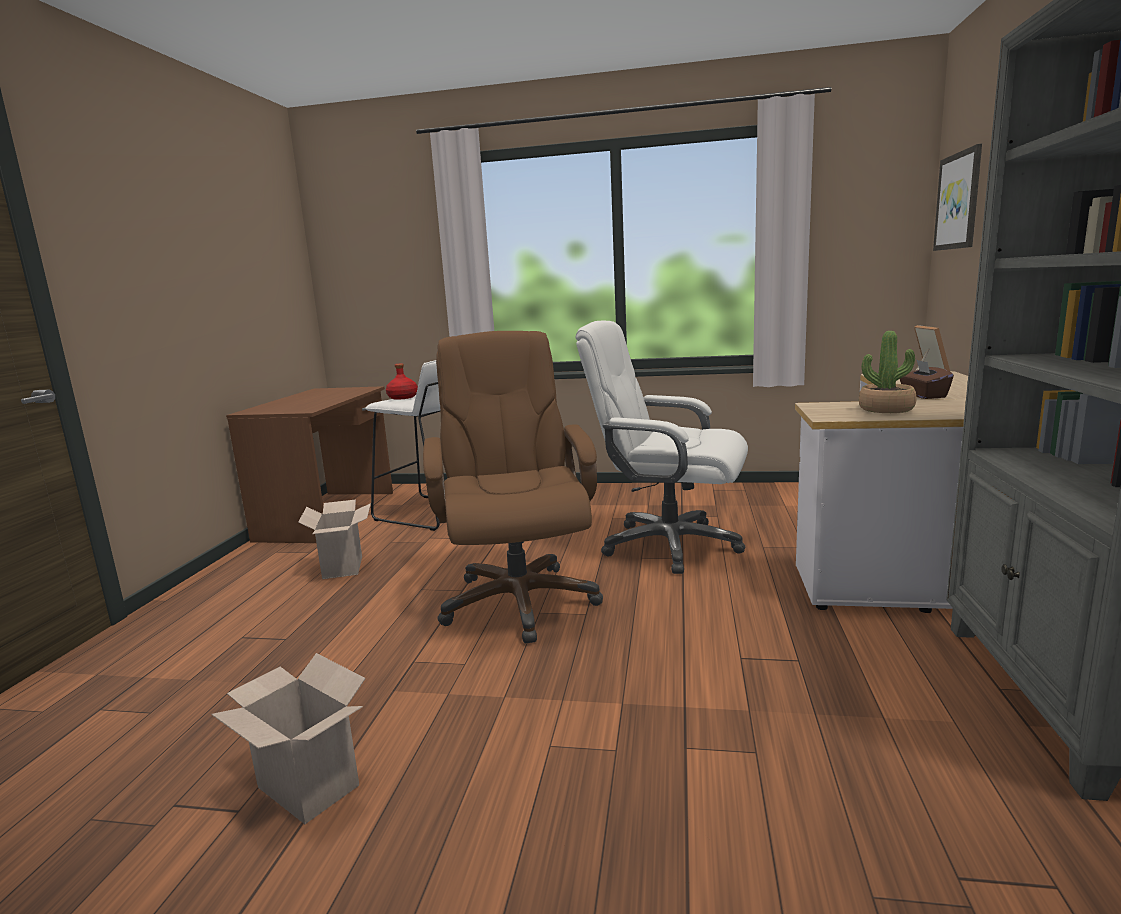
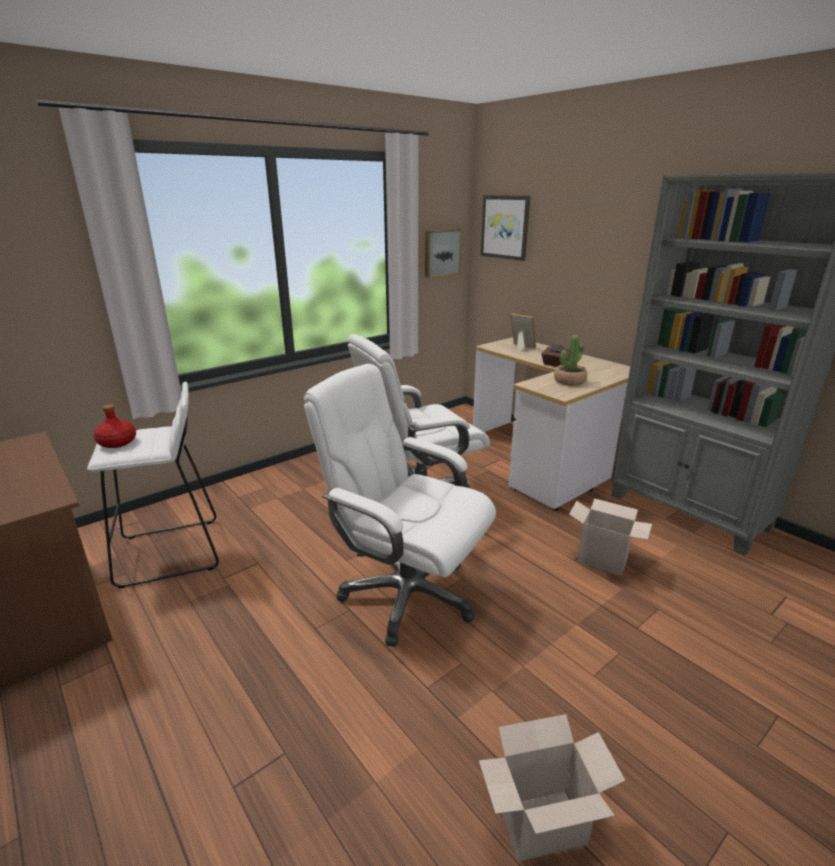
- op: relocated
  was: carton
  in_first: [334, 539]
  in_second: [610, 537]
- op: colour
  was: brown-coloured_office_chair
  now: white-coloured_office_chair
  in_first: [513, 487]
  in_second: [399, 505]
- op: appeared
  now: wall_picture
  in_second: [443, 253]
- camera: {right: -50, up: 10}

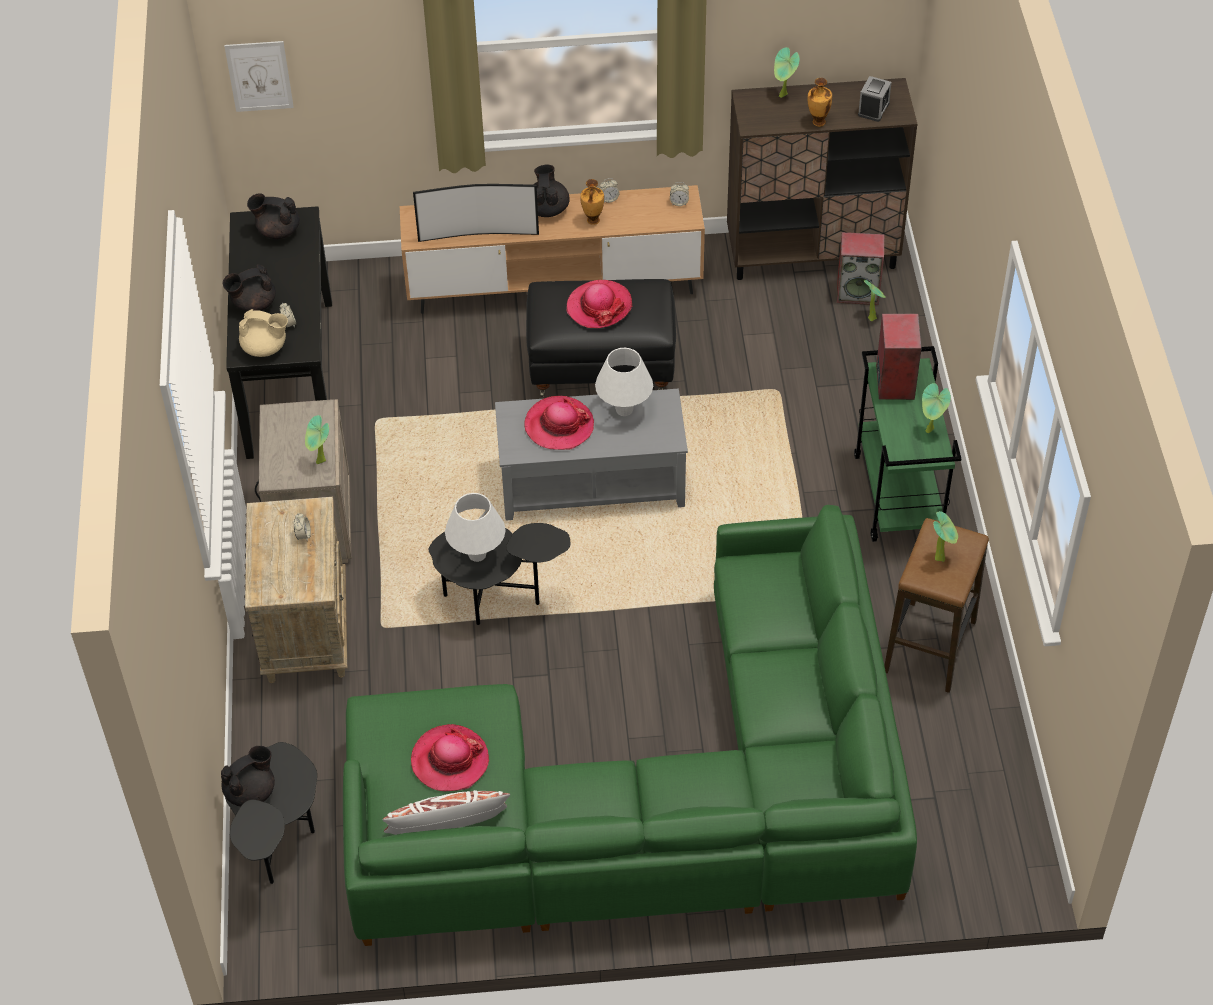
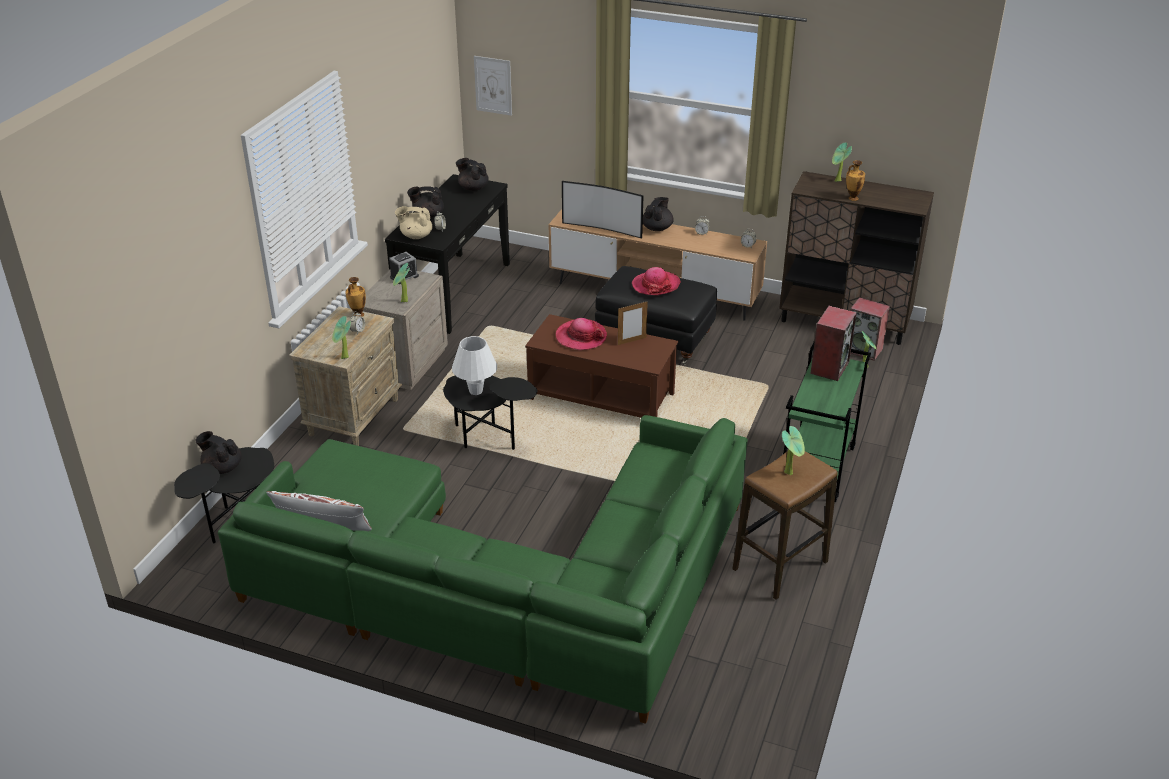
- op: spun
  was: black_teapot
  in_first: [248, 776]
  in_second: [218, 452]
  clockwise: -135
- op: spun
  was: beige_teapot
  in_first: [263, 333]
  in_second: [414, 222]
  clockwise: 150
- op: missing
  was: clothing_hat
  in_first: [450, 757]
- op: colour
  was: greyish_low_table
  now: brown-coloured_low_table
  in_first: [591, 454]
  in_second: [601, 366]
- op: relocated
  was: decorative_vase
  in_first: [592, 202]
  in_second: [355, 297]
- op: exchanged
  was: white-coloured_table_lamp
  now: picture_frame
  in_first: [624, 382]
  in_second: [633, 323]
- op: relocated
  was: bedside_clock
  in_first: [874, 99]
  in_second: [404, 268]
- op: relocated
  was: plant_in_a_pot
  in_first: [936, 408]
  in_second: [341, 337]
- camera: {right: 25, up: -15}

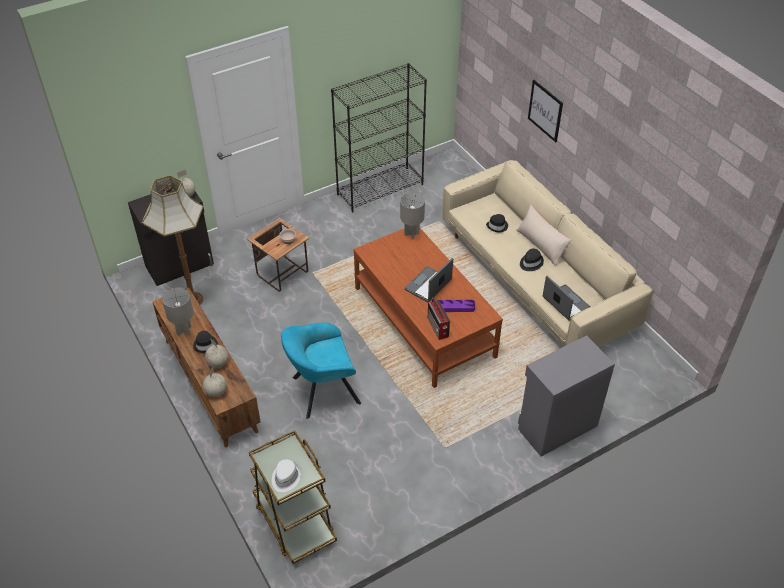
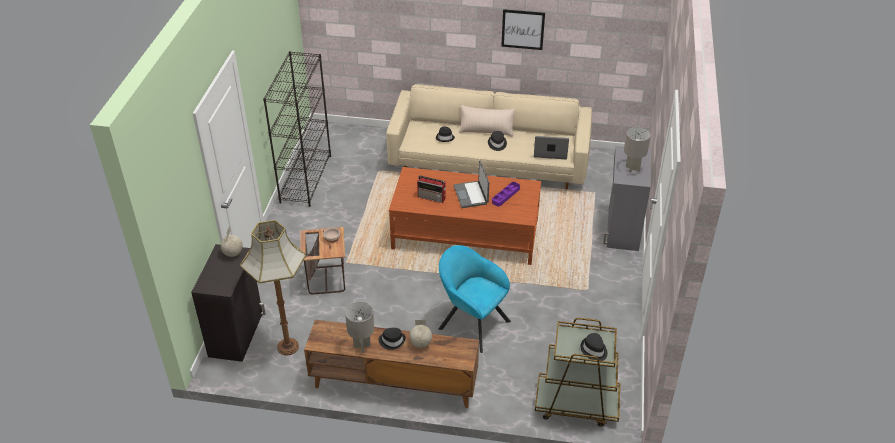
- op: missing
  was: world_globe
  in_first: [215, 381]
- op: colour
  was: white-coloured_clothing_hat
  now: black_clothing_hat
  in_first: [286, 476]
  in_second: [594, 347]
- op: spun
  was: blue-green_lounge_chair
  in_first: [321, 371]
  in_second: [474, 299]
  clockwise: 105
- op: relocated
  was: greyish_table_lamp
  in_first: [412, 216]
  in_second: [637, 150]
- op: relocated
  was: radio_receiver
  in_first: [439, 319]
  in_second: [431, 189]
- op: relocated
  was: wall_picture
  in_first: [545, 111]
  in_second: [523, 29]
- camera: {right: -50, up: -5}

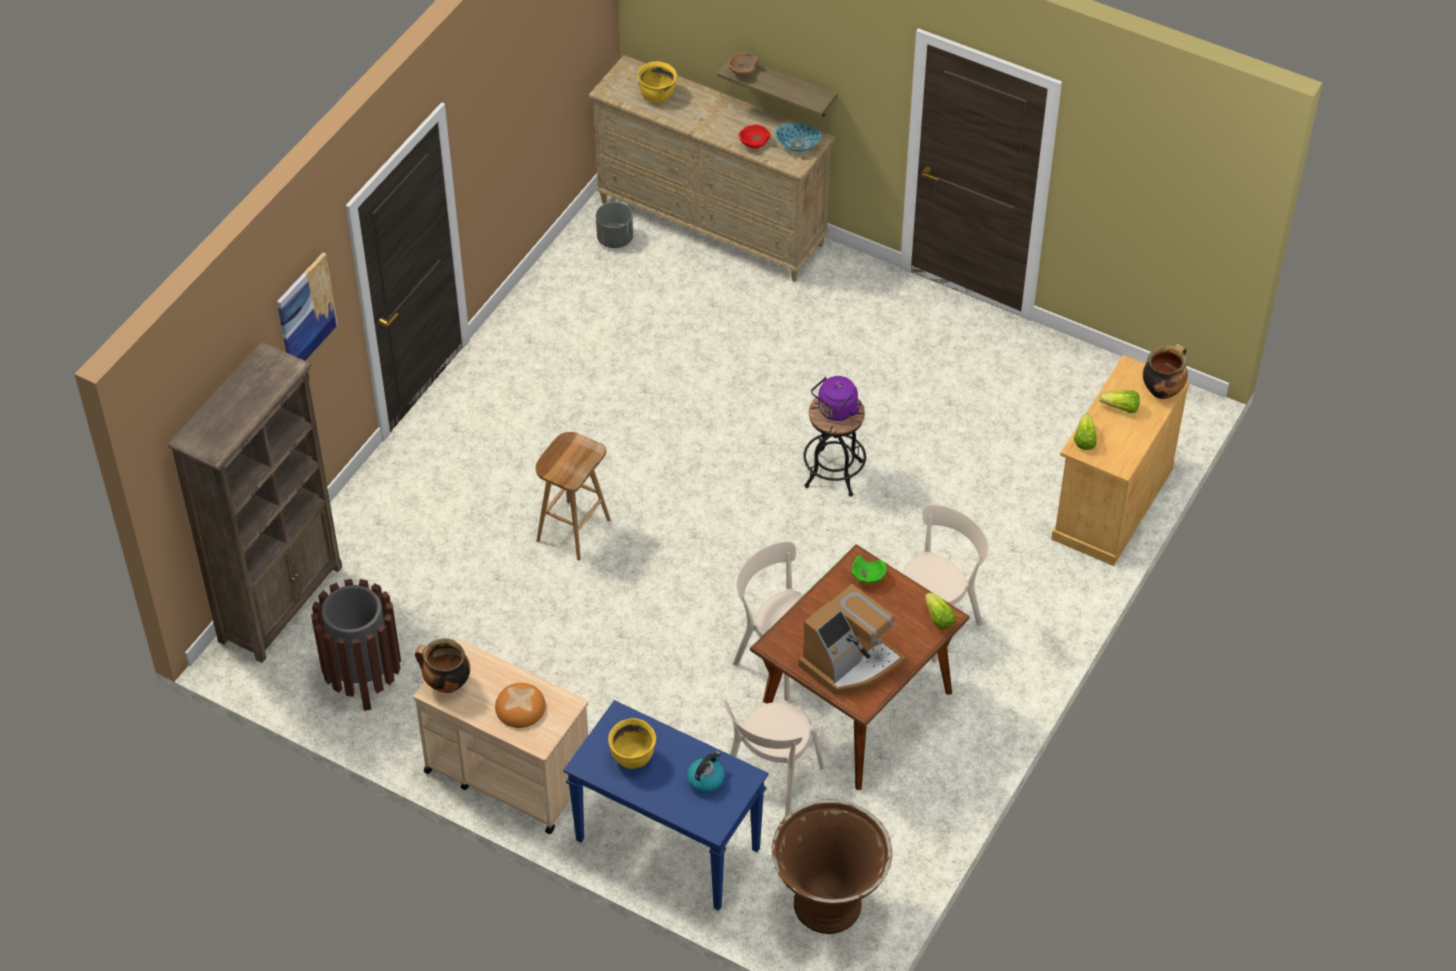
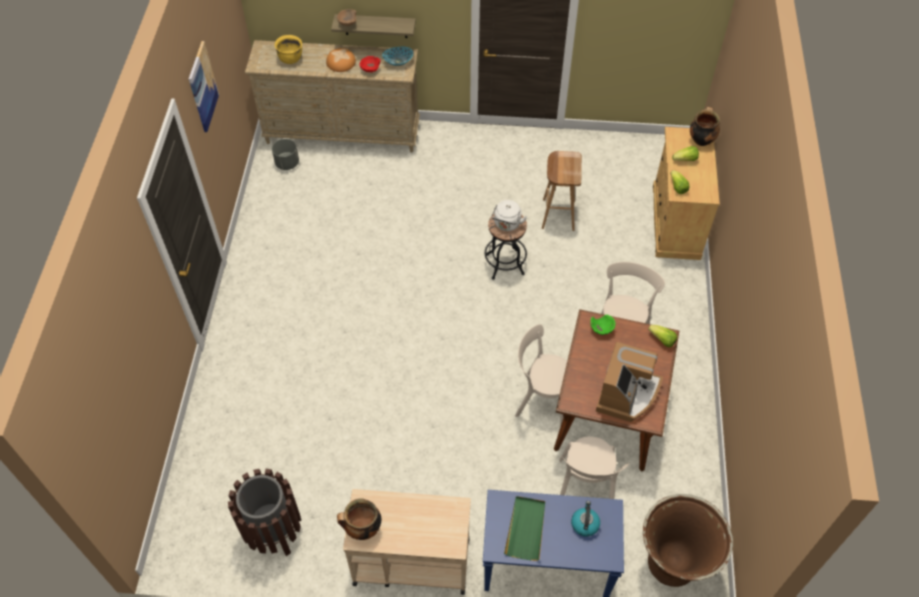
- op: missing
  was: brown-coloured_bookshelf
  in_first: [255, 502]
- op: relocated
  was: wall_picture
  in_first: [307, 306]
  in_second: [204, 86]
- op: relocated
  was: baked_bread
  in_first: [520, 705]
  in_second: [341, 60]
- op: relocated
  was: brown-coloured_sitting_stool
  in_first: [573, 496]
  in_second: [562, 191]
- op: exchanged
  was: yellowish_stockpot
  now: green-coloured_carrying_tray
  in_first: [632, 743]
  in_second: [524, 528]
- op: colour
  was: purple-coloured_kettle
  now: white-coloured_kettle
  in_first: [835, 398]
  in_second: [509, 215]
- camera: {right: -25, up: 5}

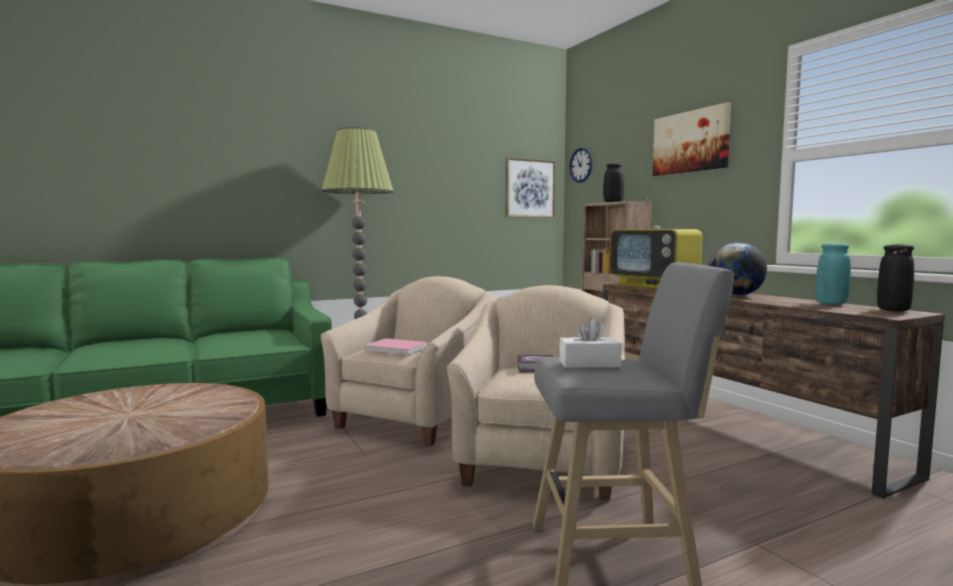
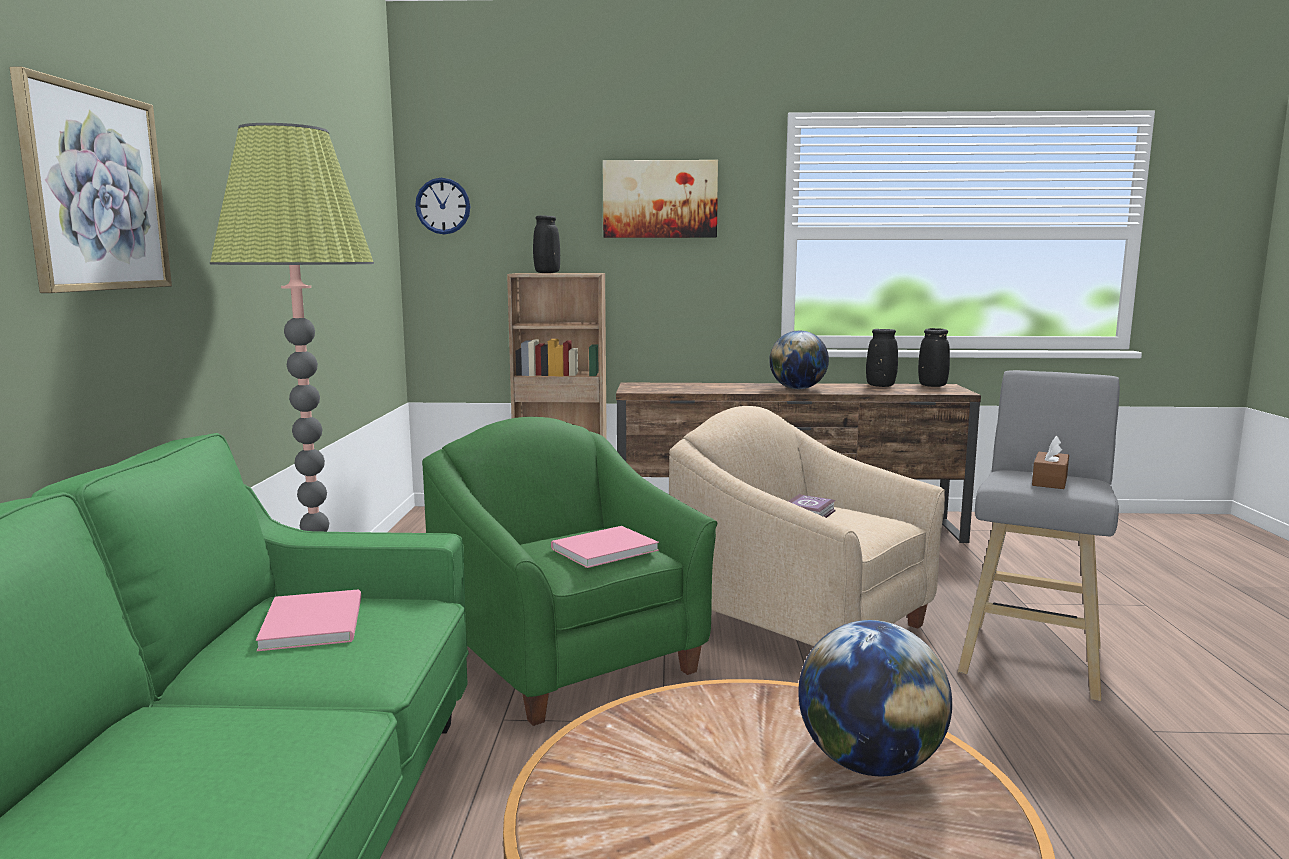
- op: colour
  was: beige_lounge_chair
  now: green-coloured_lounge_chair
  in_first: [408, 361]
  in_second: [569, 571]
- op: relocated
  was: wall_picture
  in_first: [531, 187]
  in_second: [90, 180]
- op: colour
  was: white-coloured_tissue_box
  now: brown-coloured_tissue_box
  in_first: [591, 342]
  in_second: [1050, 462]
- op: missing
  was: TV_set
  in_first: [656, 241]
- op: colour
  was: blue-green_decorative_vase
  now: black_decorative_vase
  in_first: [833, 274]
  in_second: [882, 358]
- op: appeared
  now: pinkish_volume
  in_second: [308, 620]
- op: appeared
  now: world_globe
  in_second: [875, 698]
- camera: {right: -60, up: 5}

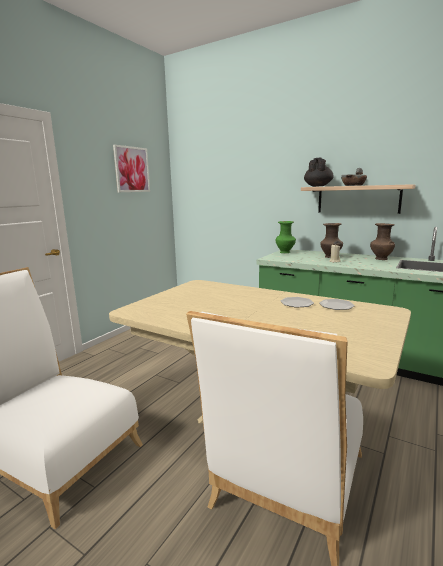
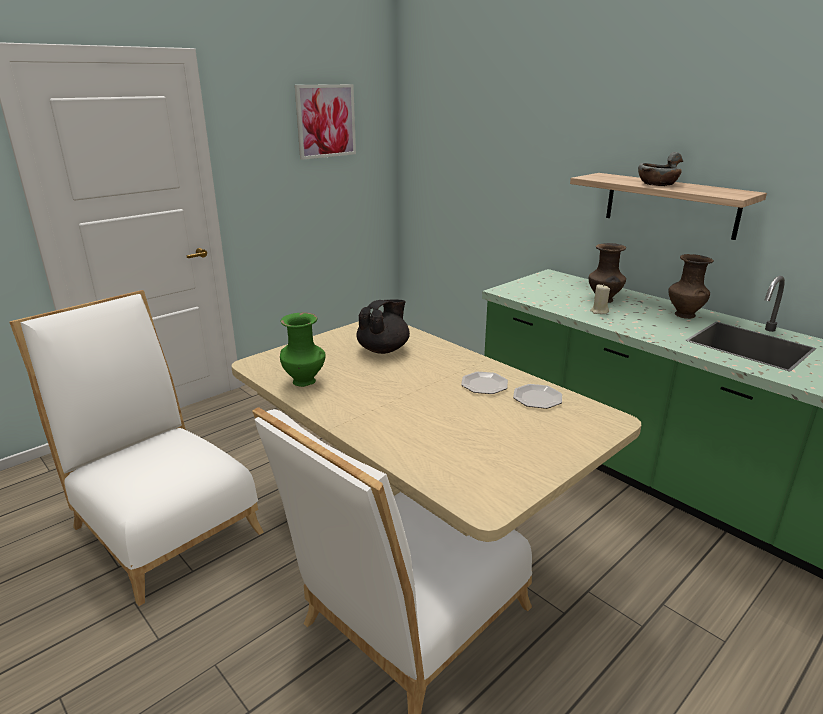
- op: relocated
  was: green-coloured_decorative_vase
  in_first: [286, 237]
  in_second: [303, 349]
- op: relocated
  was: black_teapot
  in_first: [319, 172]
  in_second: [383, 326]
- camera: {right: 15, up: 10}

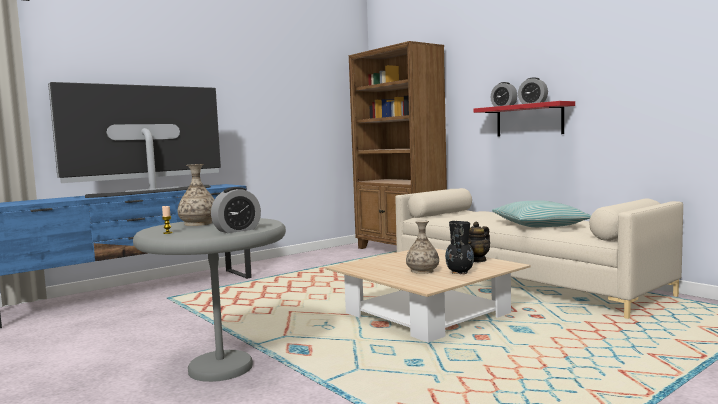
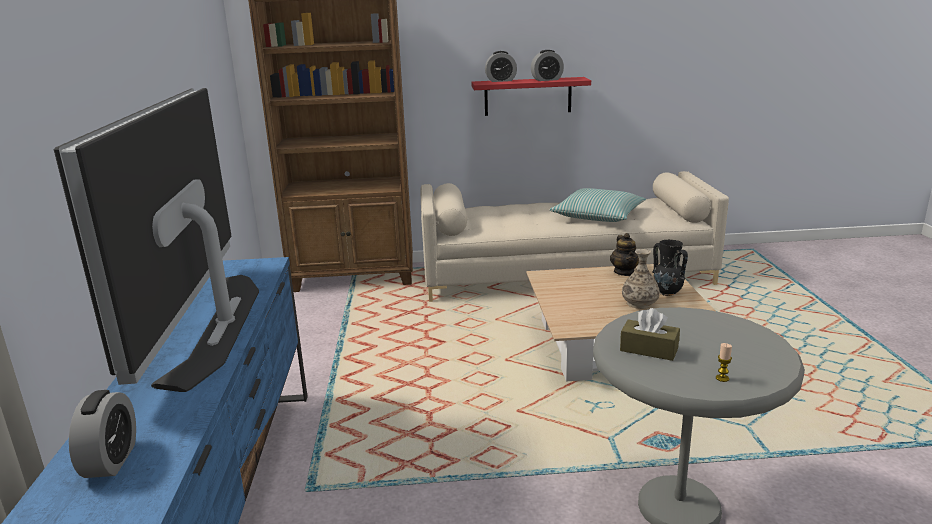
- op: exchanged
  was: decorative_vase
  now: brown-coloured_tissue_box
  in_first: [196, 195]
  in_second: [650, 334]
- op: relocated
  was: bedside_clock
  in_first: [236, 210]
  in_second: [102, 434]
- camera: {right: -55, up: 15}

